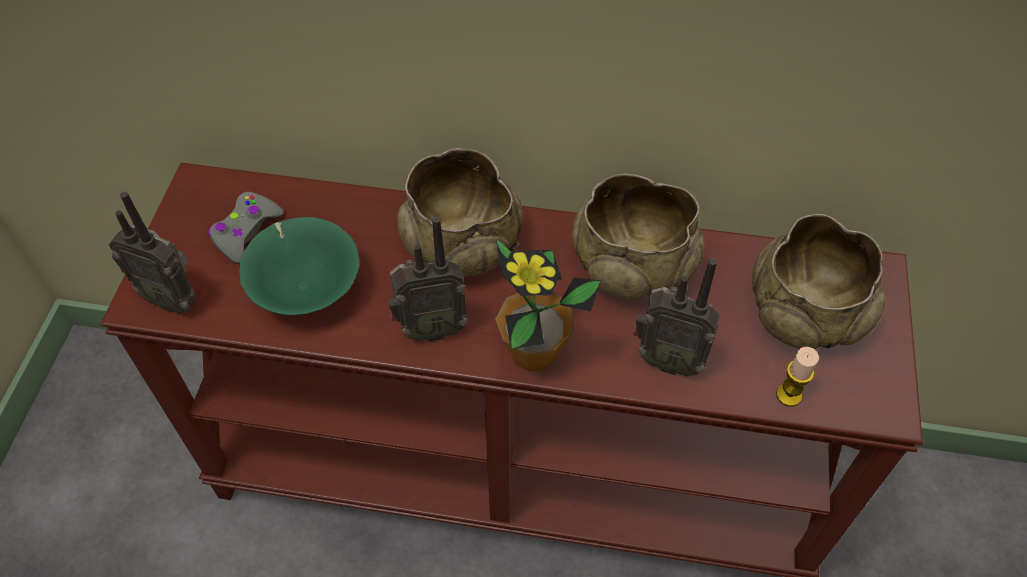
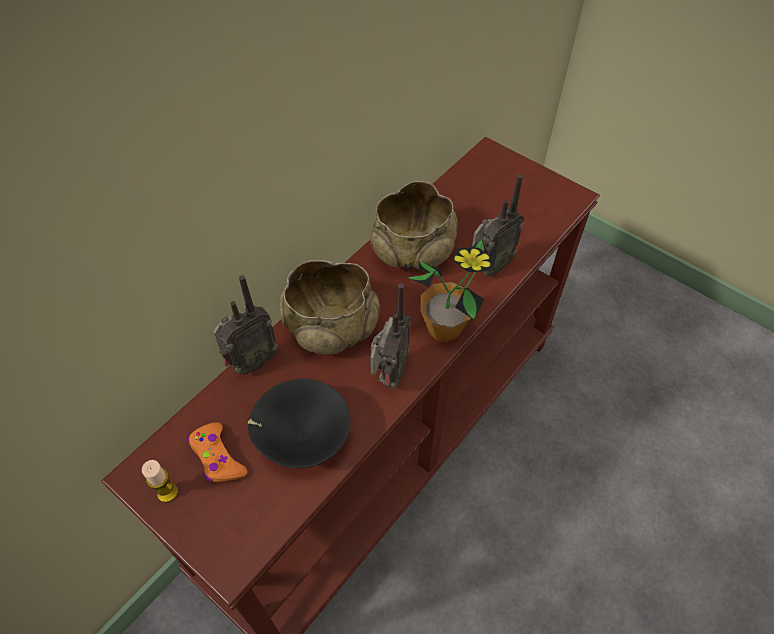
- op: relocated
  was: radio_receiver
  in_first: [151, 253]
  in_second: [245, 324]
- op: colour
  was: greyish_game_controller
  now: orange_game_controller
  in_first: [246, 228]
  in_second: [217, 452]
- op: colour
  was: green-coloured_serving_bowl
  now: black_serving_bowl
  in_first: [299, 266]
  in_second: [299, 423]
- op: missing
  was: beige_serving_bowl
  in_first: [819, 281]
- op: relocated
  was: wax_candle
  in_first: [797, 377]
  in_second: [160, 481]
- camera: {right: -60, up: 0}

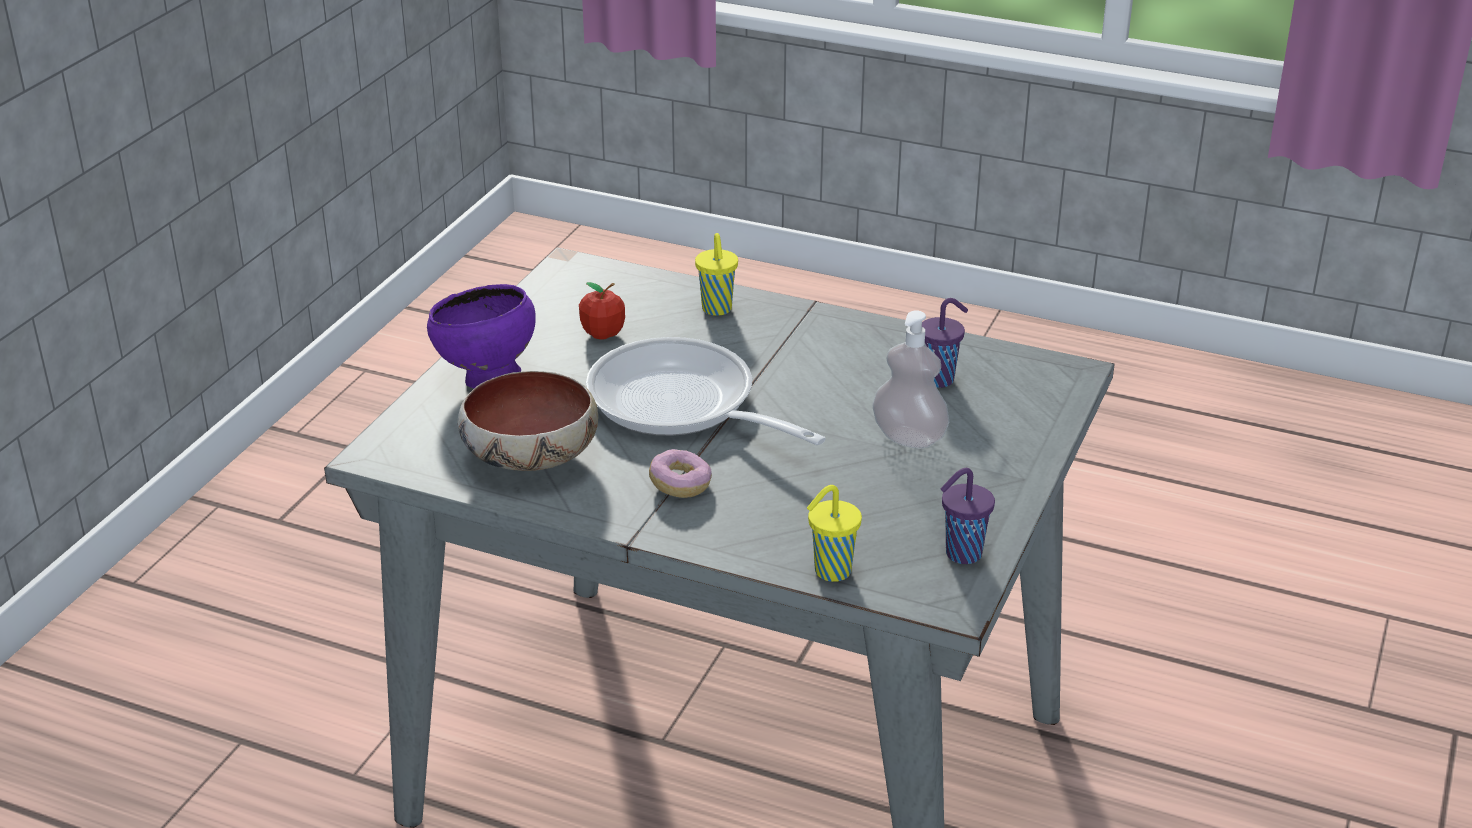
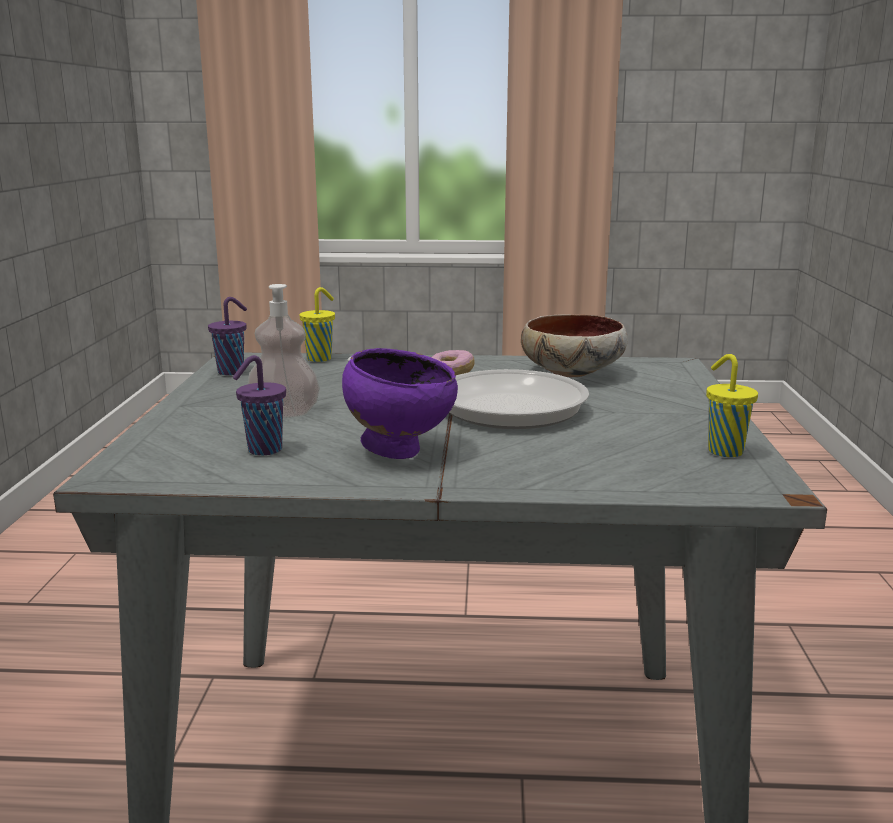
- op: relocated
  was: purple-coloured_serving_bowl
  in_first: [481, 336]
  in_second: [400, 403]
- op: missing
  was: apple_fruit
  in_first: [602, 311]
- op: relocated
  was: yellowish_drinking_cup
  in_first: [716, 274]
  in_second: [732, 405]
- camera: {right: 160, up: -15}

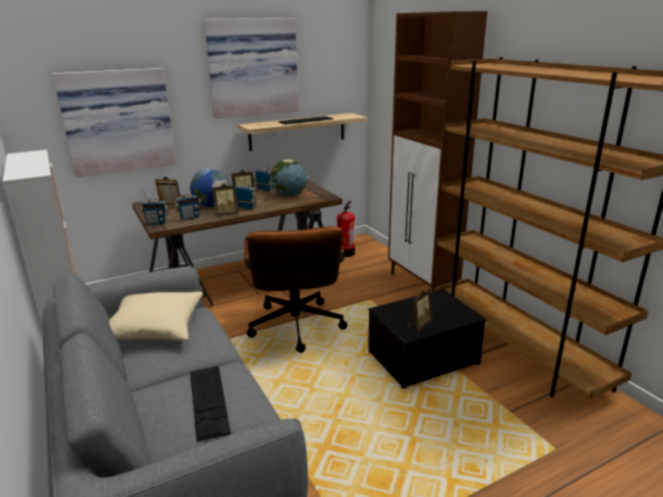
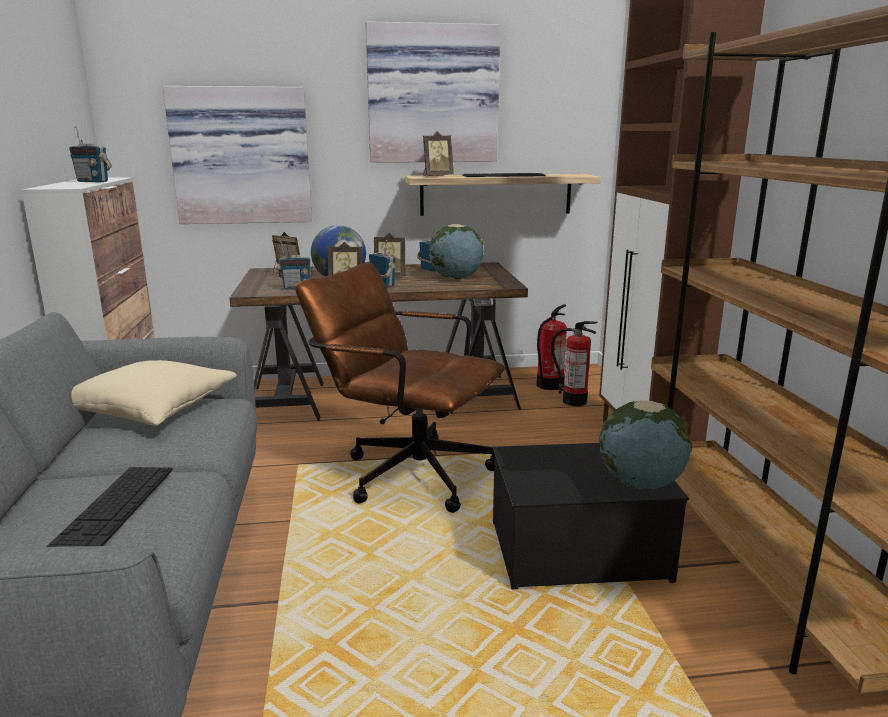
- op: relocated
  was: radio_receiver
  in_first: [155, 207]
  in_second: [90, 154]
- op: spun
  was: brown-coloured_office_chair
  in_first: [296, 289]
  in_second: [400, 387]
  clockwise: 105
- op: relocated
  was: picture_frame
  in_first: [420, 310]
  in_second: [438, 153]
- op: appeared
  now: fire-fighting_cylinder
  in_second: [574, 363]
- op: appeared
  now: world_globe
  in_second: [645, 444]
- camera: {right: 20, up: -5}

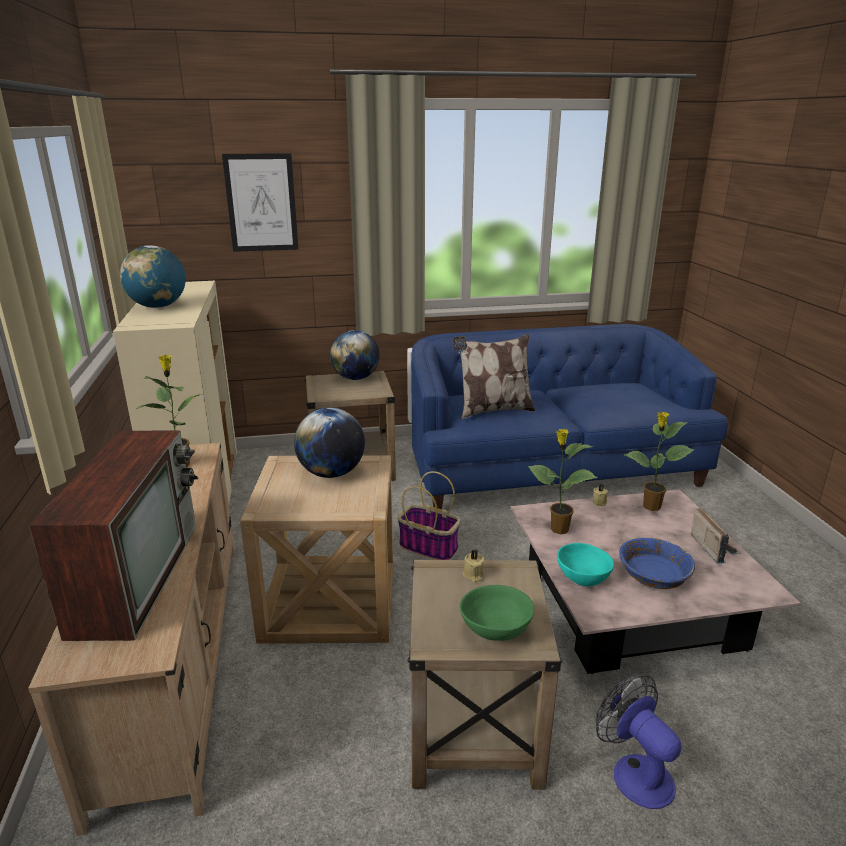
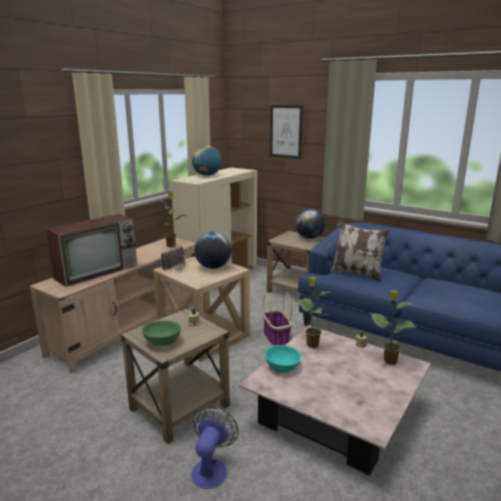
- op: missing
  was: blue-coloured_serving_bowl
  in_first: [657, 563]
- op: relocated
  was: radio_receiver
  in_first: [715, 536]
  in_second: [173, 258]
- camera: {right: 45, up: -5}

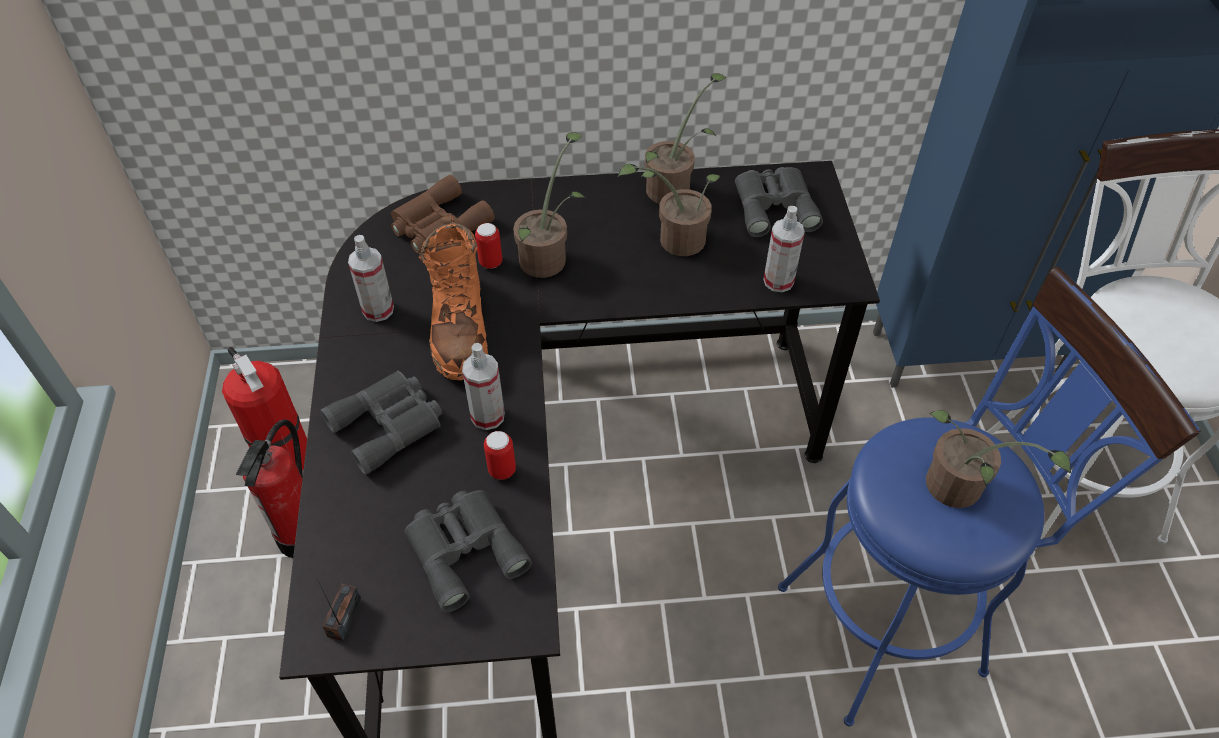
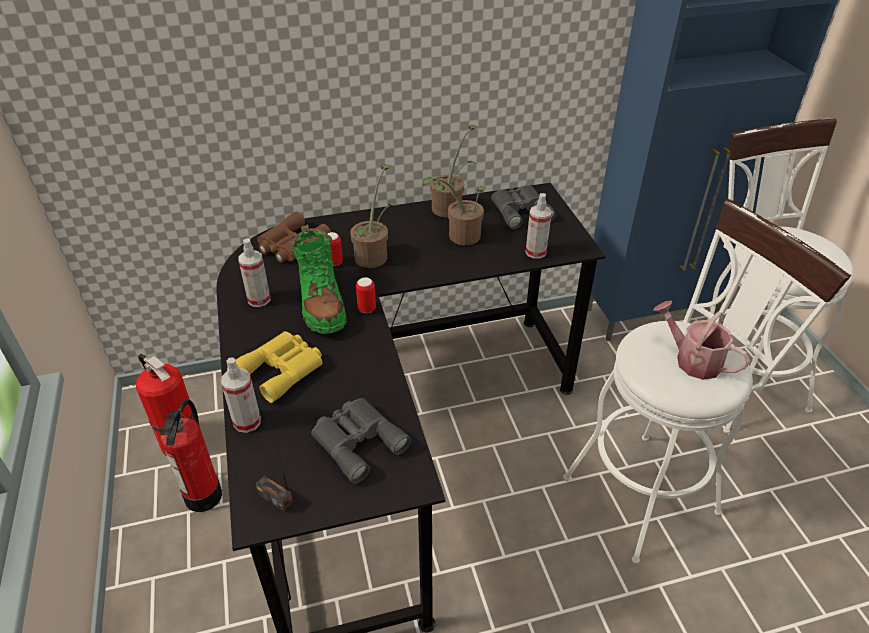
- op: spun
  was: radio_receiver
  in_first: [338, 609]
  in_second: [275, 478]
  clockwise: -60
- op: colour
  was: greyish_field_glasses
  now: yellowish_field_glasses
  in_first: [381, 423]
  in_second: [279, 367]
- op: colour
  was: orange_high-top_boot
  now: green-coloured_high-top_boot
  in_first: [453, 297]
  in_second: [319, 279]
- op: relocated
  was: hand_sprayer
  in_first: [483, 386]
  in_second: [241, 395]
- op: relocated
  was: metal_can
  in_first: [500, 455]
  in_second: [366, 295]
- op: colour
  was: blue-coloured_sitting_stool
  now: white-coloured_sitting_stool
  in_first: [989, 496]
  in_second: [707, 381]
- op: exchanged
  was: plant_in_a_pot
  now: watering_pot
  in_first: [998, 459]
  in_second: [701, 340]
- camera: {right: -10, up: -10}

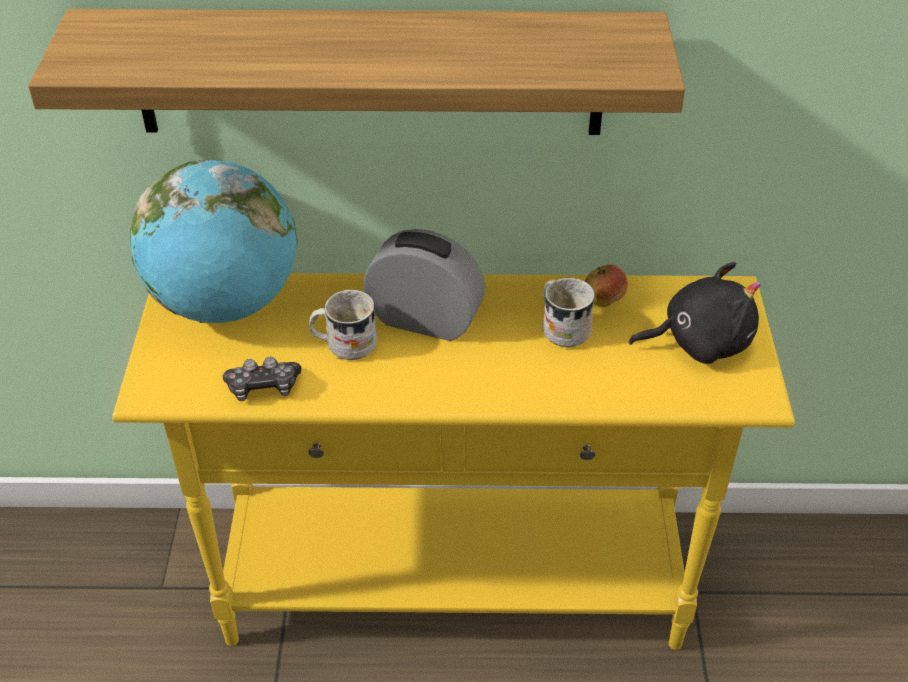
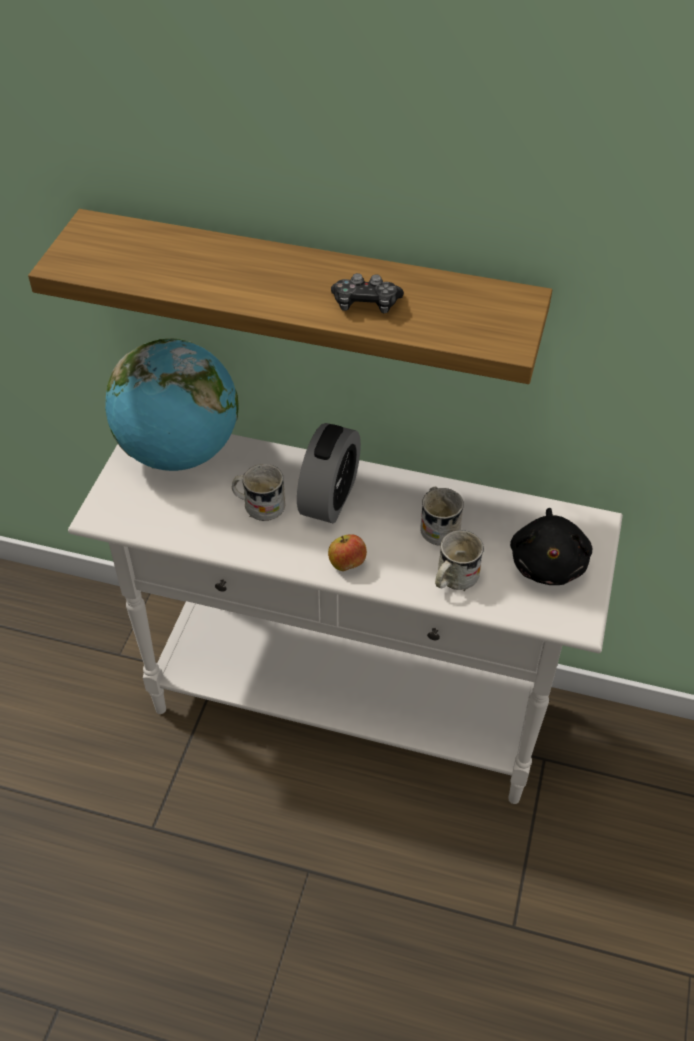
- op: colour
  was: yellowish_console_table
  now: white-coloured_console_table
  in_first: [453, 461]
  in_second: [345, 619]
- op: relocated
  was: game_controller
  in_first: [262, 379]
  in_second: [367, 293]
- op: spun
  was: bedside_clock
  in_first: [424, 285]
  in_second: [329, 473]
  clockwise: 75
- op: relocated
  was: apple_fruit
  in_first: [606, 286]
  in_second: [347, 552]
- op: spun
  was: black_cuddly_toy
  in_first: [695, 313]
  in_second: [551, 546]
  clockwise: 90
- op: appeared
  now: white-coloured_mug
  in_second: [459, 560]
- camera: {right: 15, up: 5}

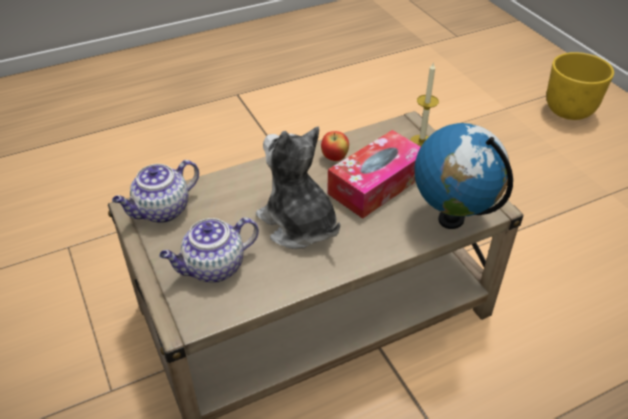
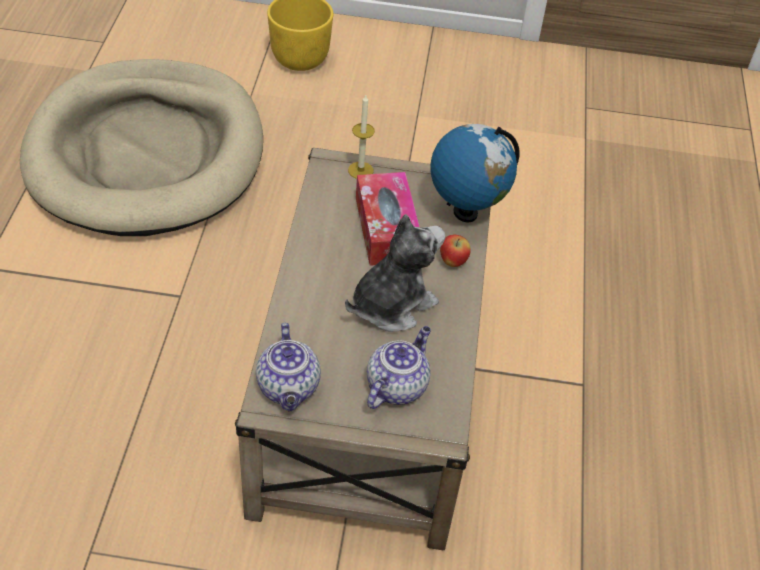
- op: spun
  was: teapot
  in_first: [209, 250]
  in_second: [399, 367]
  clockwise: -150
- op: spun
  was: cuddly_toy
  in_first: [298, 188]
  in_second: [395, 273]
  clockwise: 150
- op: relocated
  was: apple_fruit
  in_first: [335, 146]
  in_second: [455, 251]
- op: appeared
  now: beige_dog_bed
  in_second: [141, 147]
- camera: {right: -60, up: 5}

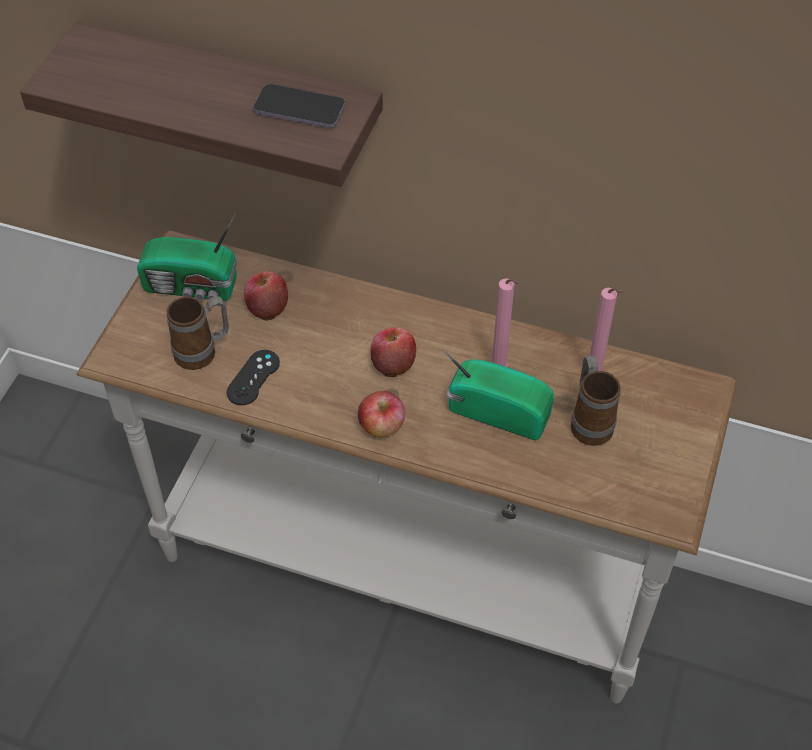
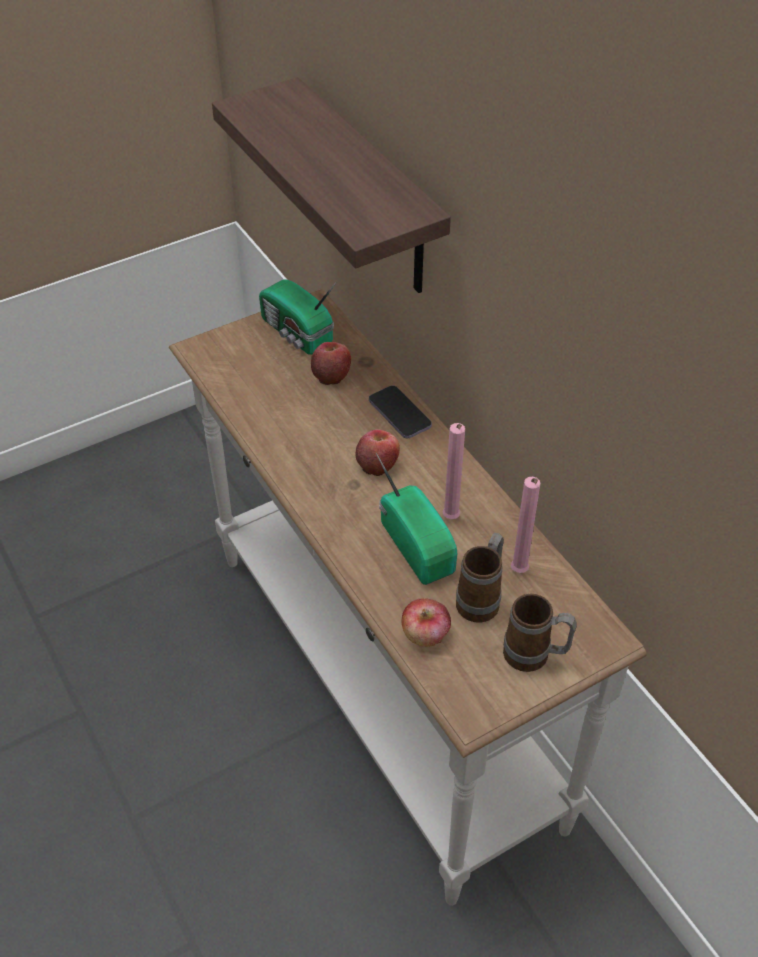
- op: relocated
  was: mug
  in_first: [197, 333]
  in_second: [540, 633]
- op: missing
  was: black_game_controller
  in_first: [253, 377]
- op: relocated
  was: phone
  in_first: [299, 106]
  in_second: [400, 411]
- op: relocated
  was: apple_fruit
  in_first: [381, 414]
  in_second: [426, 622]
- camera: {right: 40, up: -5}

